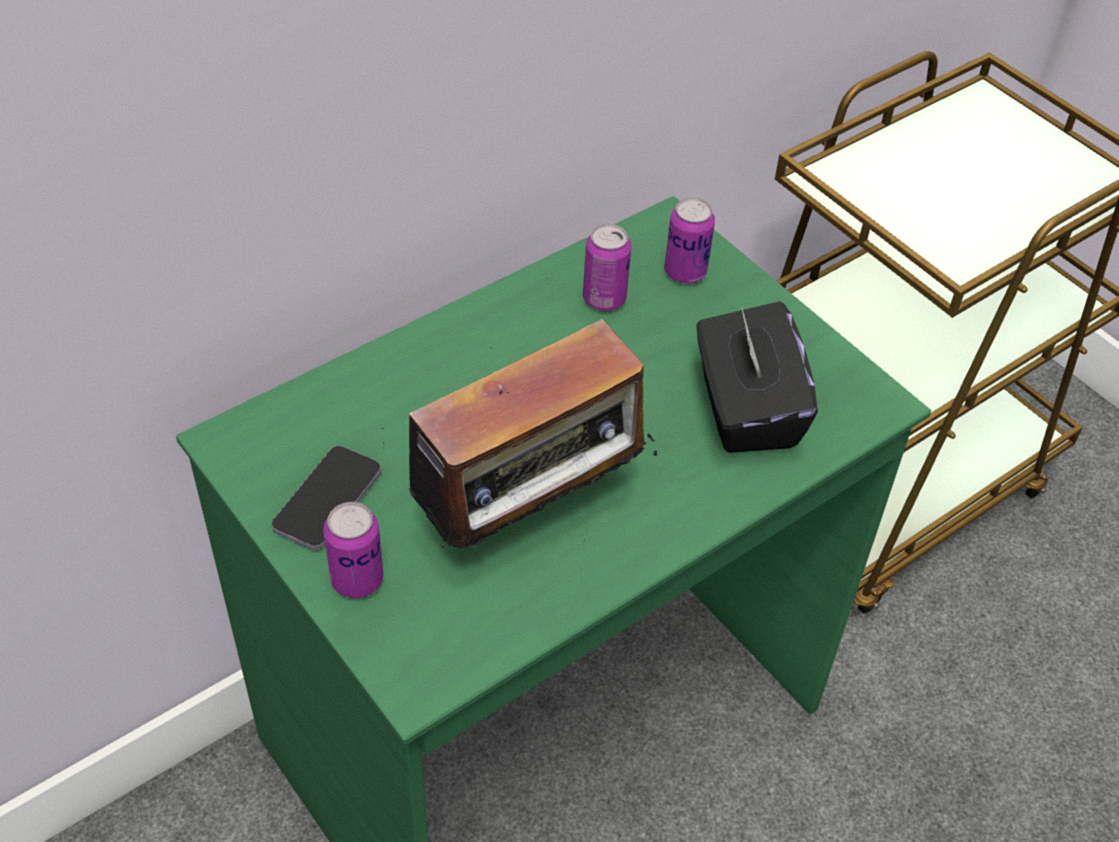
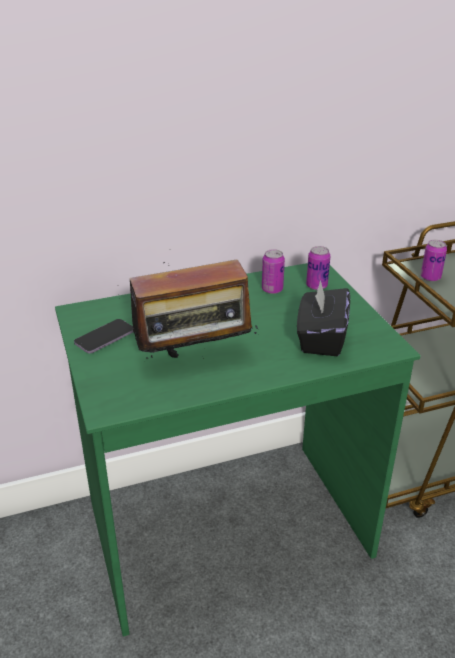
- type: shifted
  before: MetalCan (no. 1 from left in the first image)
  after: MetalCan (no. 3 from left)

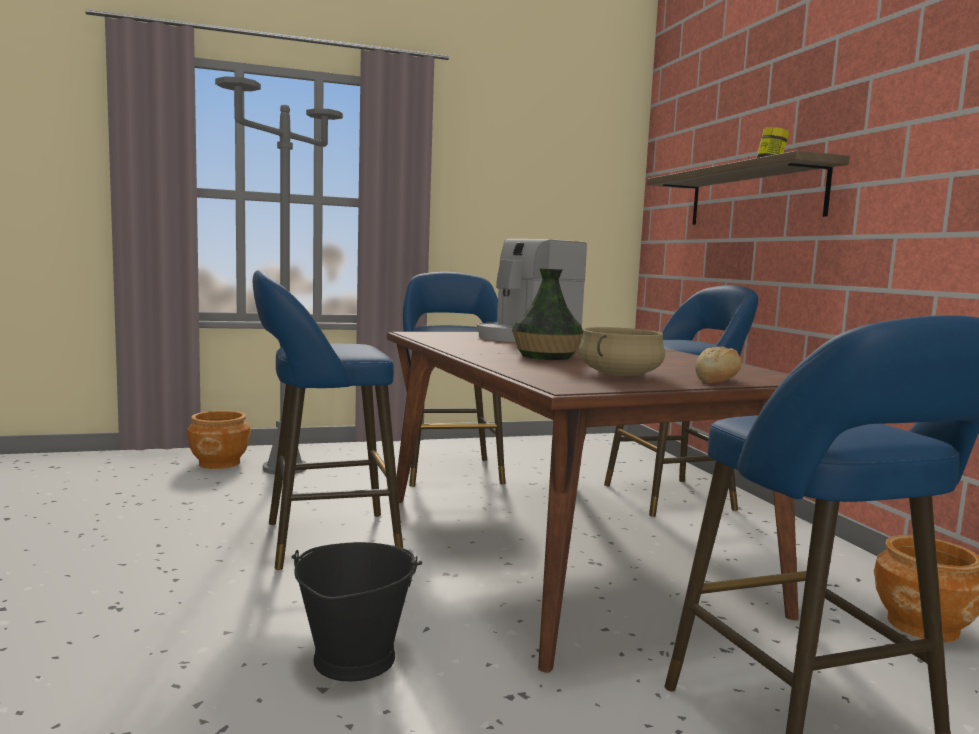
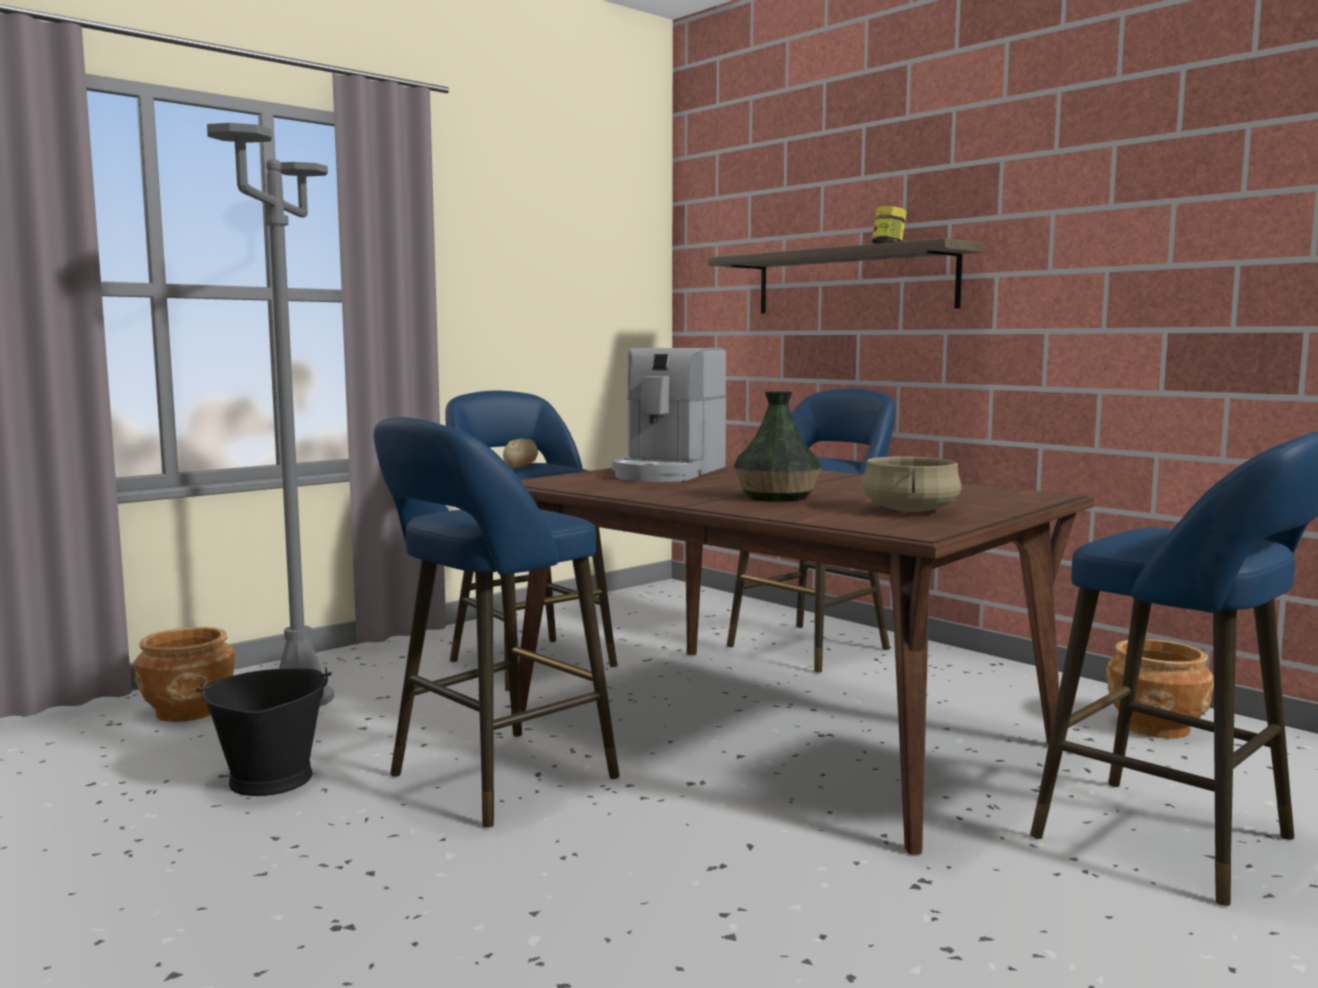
- type: shifted
  before: BlackBucket
- type: shifted
  before: BakeryBread

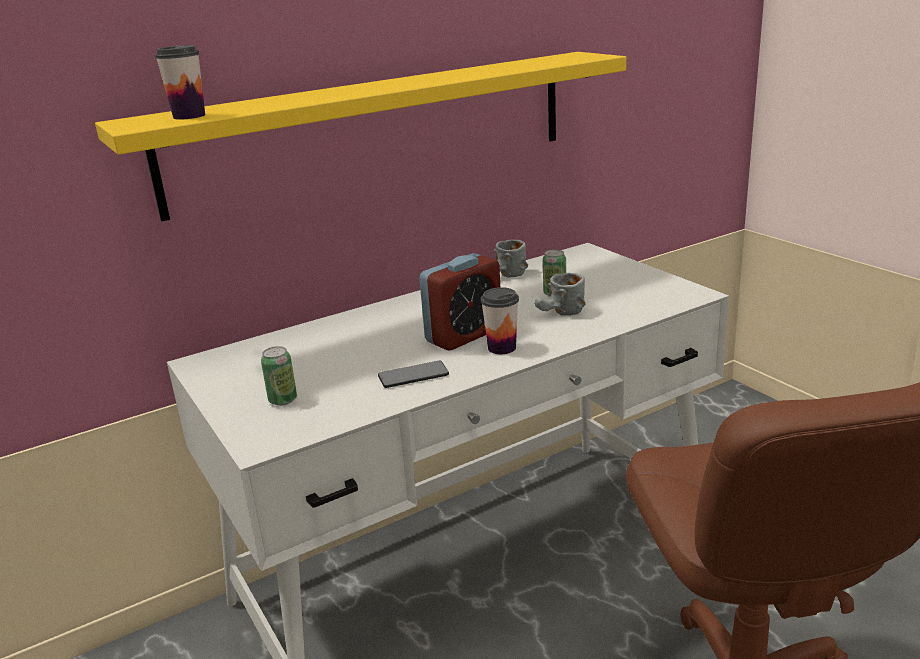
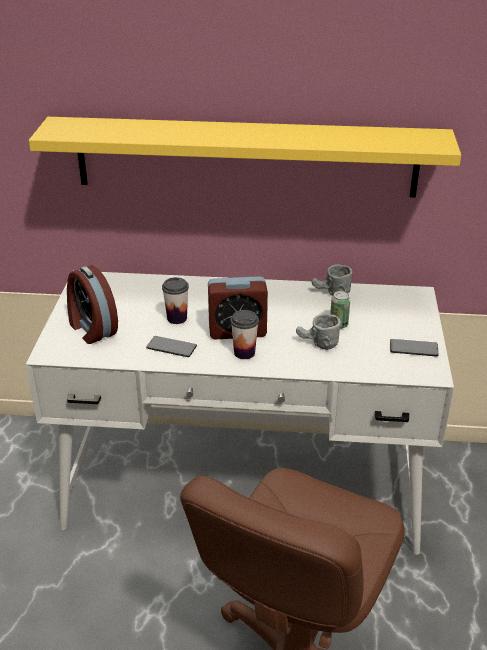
- type: swapped
  before: MetalCan (no. 1 from left)
  after: AlarmClock (no. 1 from left)
- type: shifted
  before: DrinkingCup (no. 1 from left)
- type: new
  after: Handset (no. 2 from left)

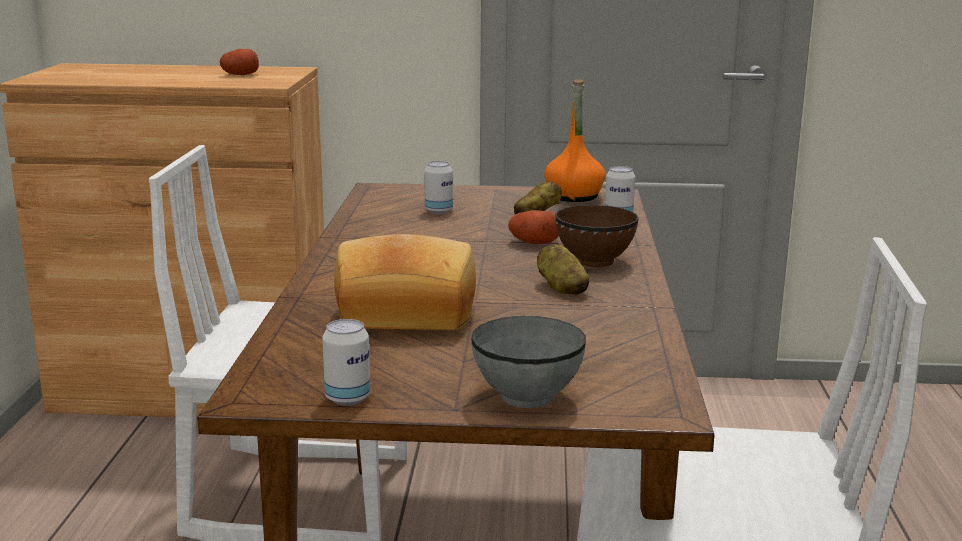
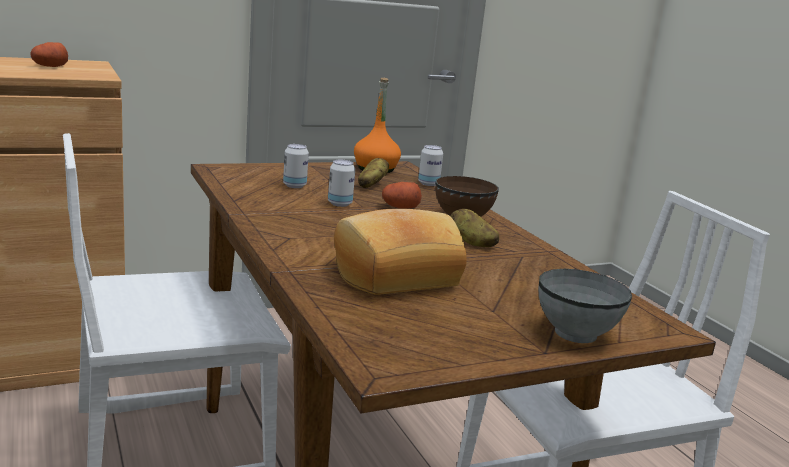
- type: shifted
  before: MetalCan (no. 1 from left in the first image)
  after: MetalCan (no. 2 from left)

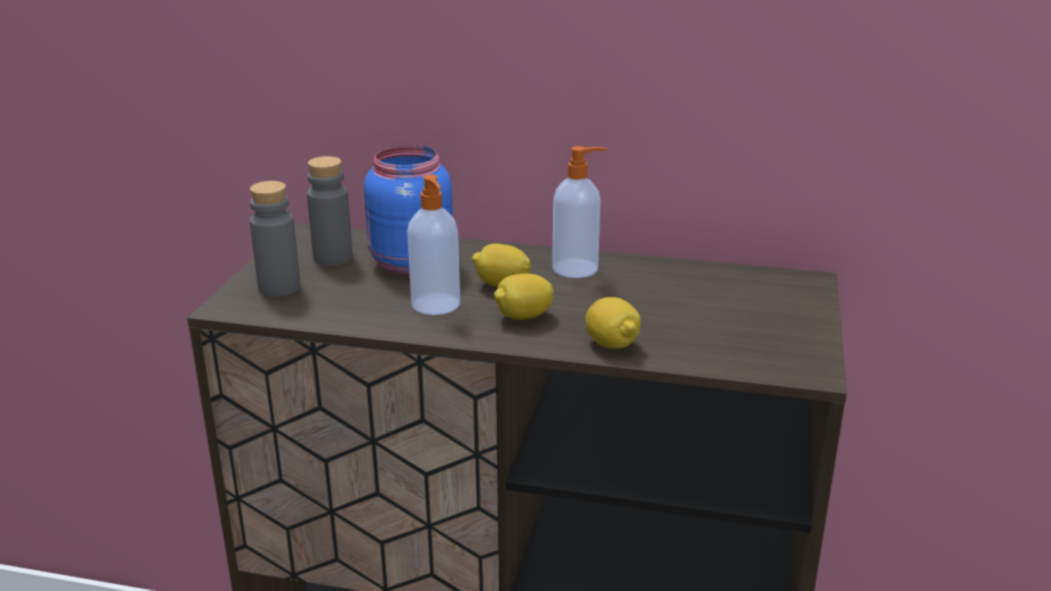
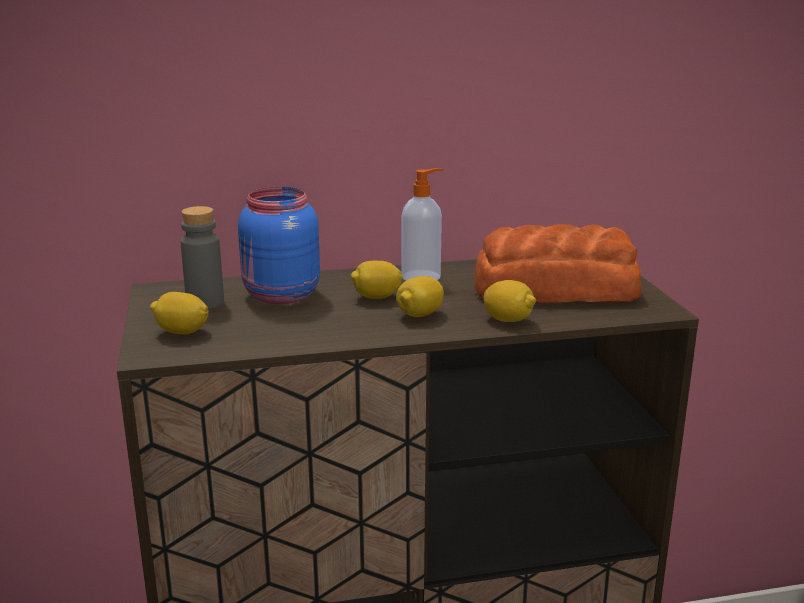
- type: swapped
  before: GreyBeverageBottle (no. 1 from left)
  after: CitrusFruit (no. 1 from left)
- type: new
  after: BakeryBread
- type: gone
  before: SoapDispenser (no. 1 from left)

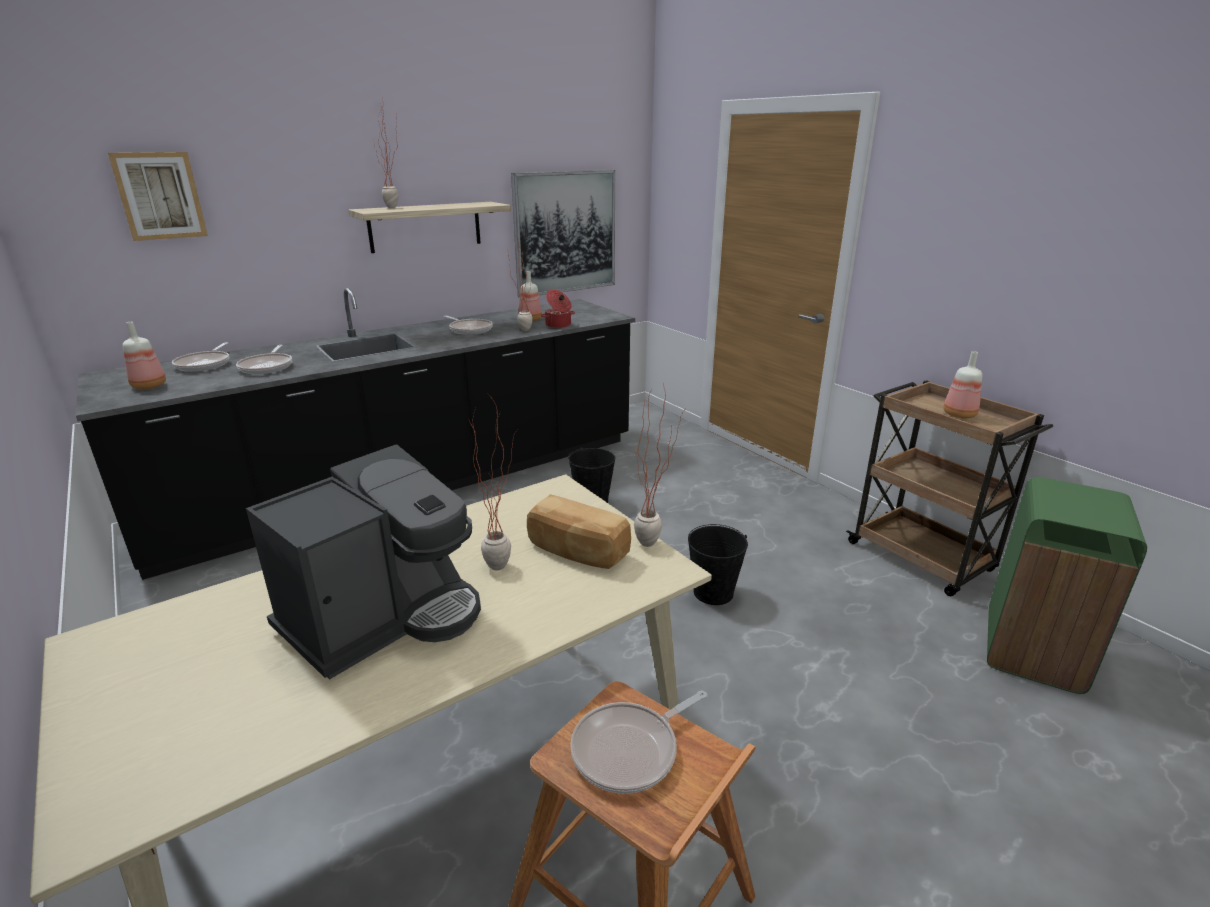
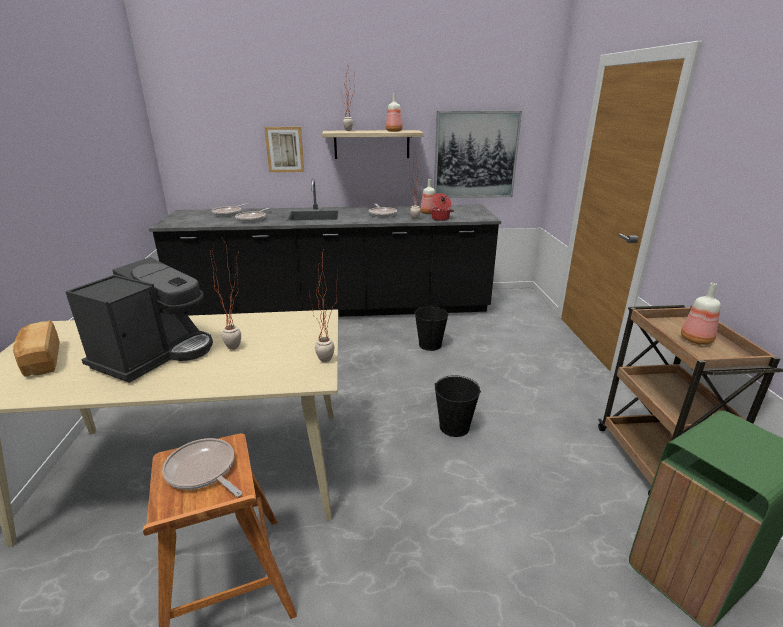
- type: shifted
  before: BakeryBread
- type: rotated
  before: CoffeeMachine
  turn: -45
- type: rotated
  before: Pan (no. 4 from left in the first image)
  turn: 45
- type: shifted
  before: WallPicture (no. 1 from left)
- type: shifted
  before: BeverageBottle (no. 1 from left)

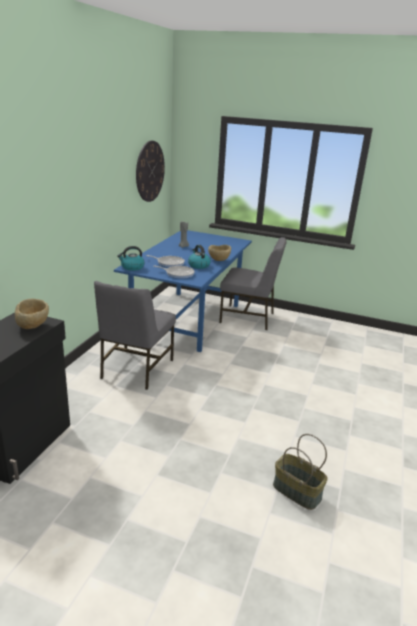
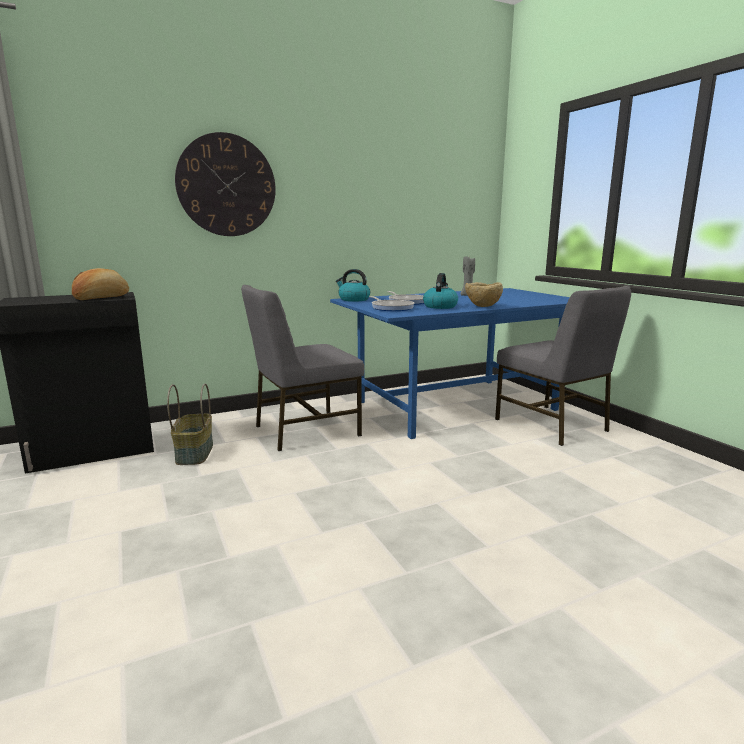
- type: swapped
  before: BeigeColouredServingBowl (no. 1 from left)
  after: BakeryBread
- type: shifted
  before: StorageBasket
- type: shifted
  before: HangingClock

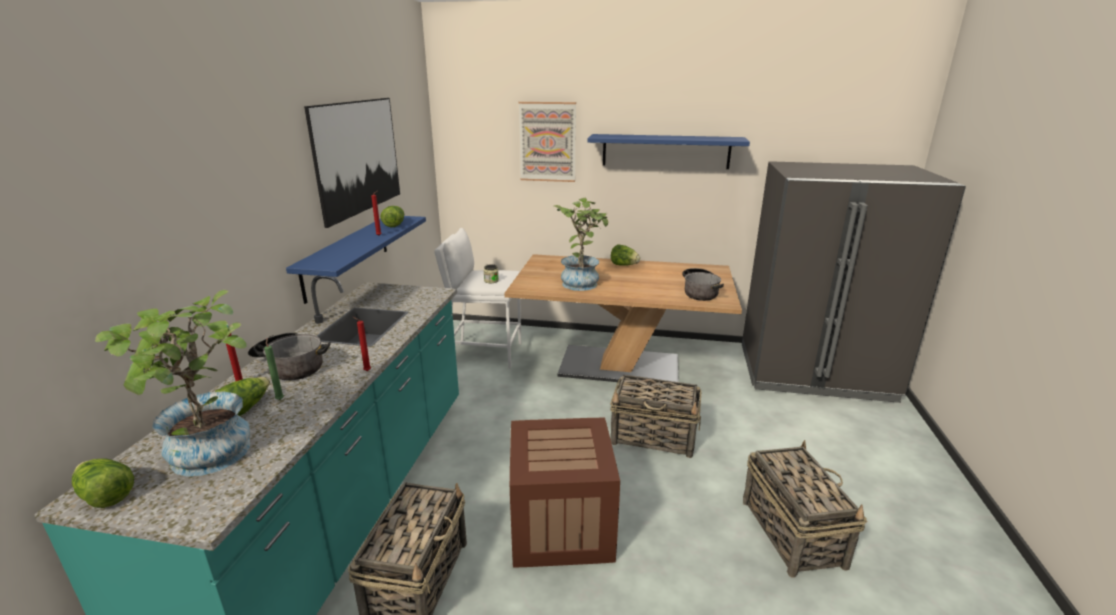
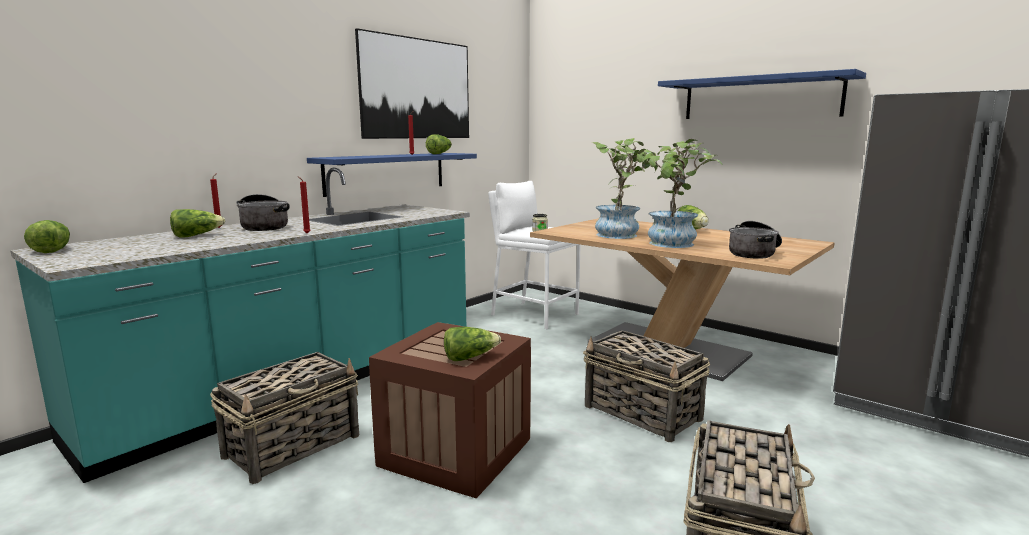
- type: new
  after: LettuceHead (no. 4 from left)
- type: shifted
  before: Houseplant (no. 1 from left in the first image)
  after: Houseplant (no. 2 from left)
- type: gone
  before: GreenWaxLight
- type: gone
  before: WallPicture (no. 2 from left)

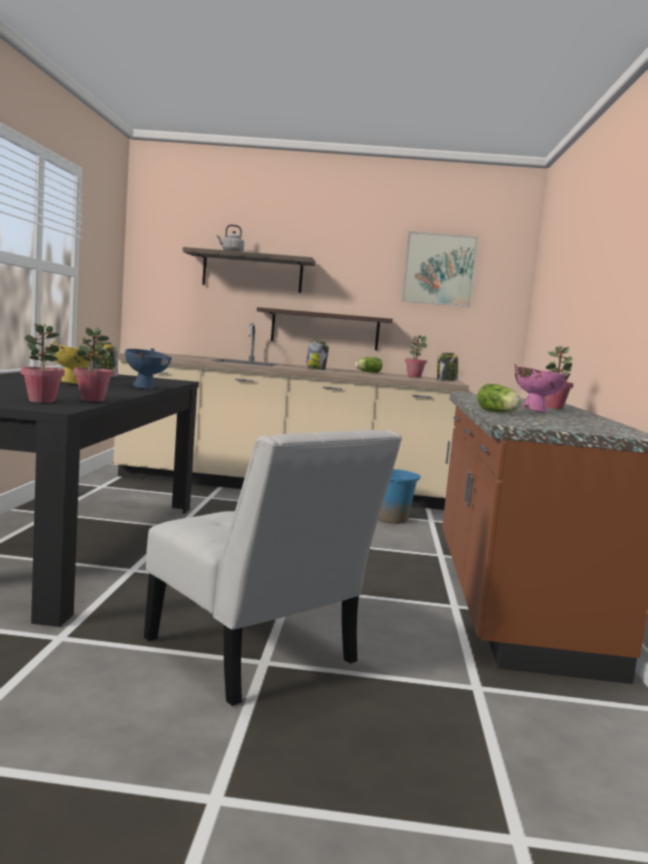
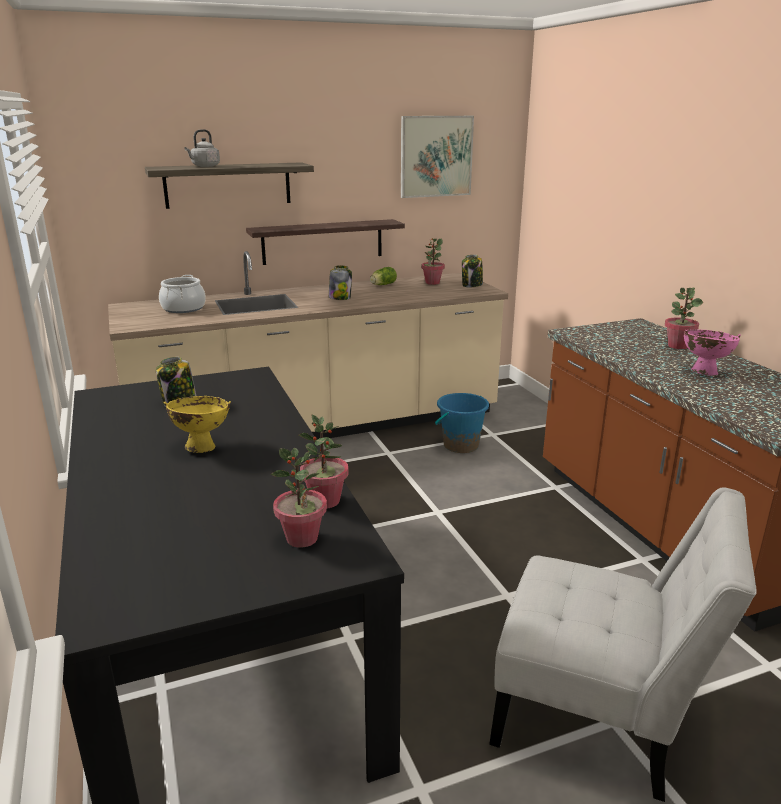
- type: new
  after: Saucepot
- type: gone
  before: BlueServingBowl
- type: gone
  before: LettuceHead (no. 2 from left)

